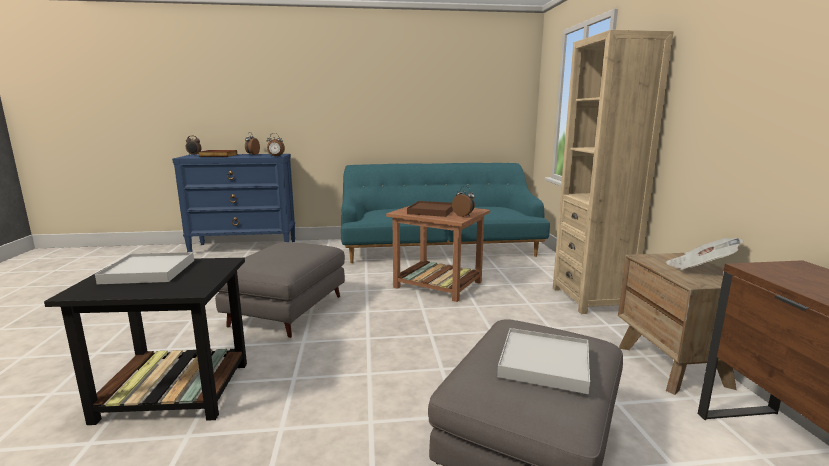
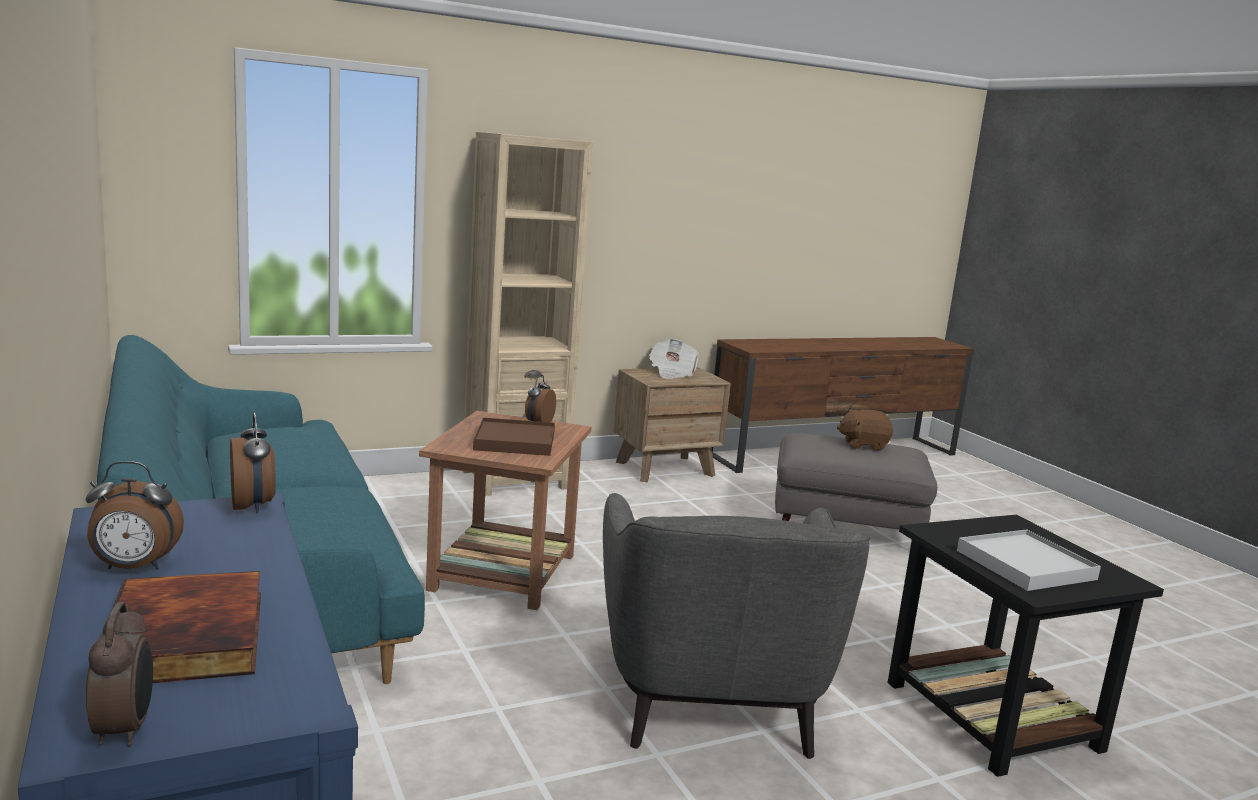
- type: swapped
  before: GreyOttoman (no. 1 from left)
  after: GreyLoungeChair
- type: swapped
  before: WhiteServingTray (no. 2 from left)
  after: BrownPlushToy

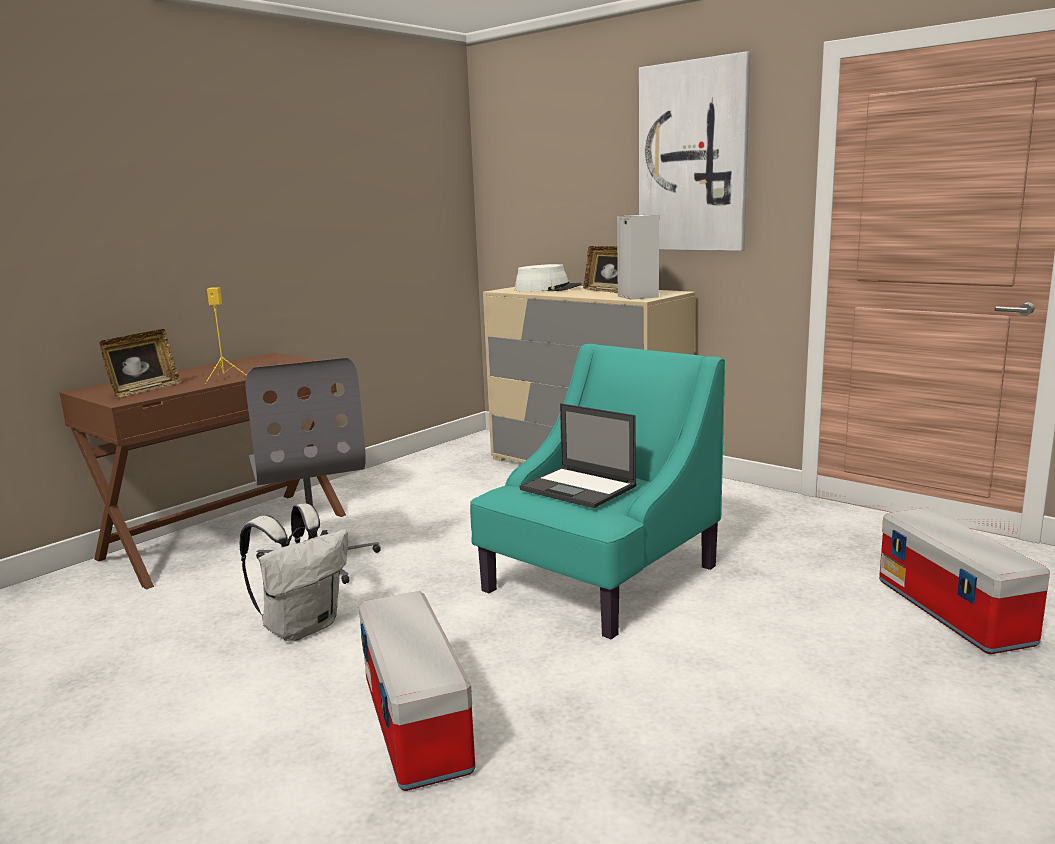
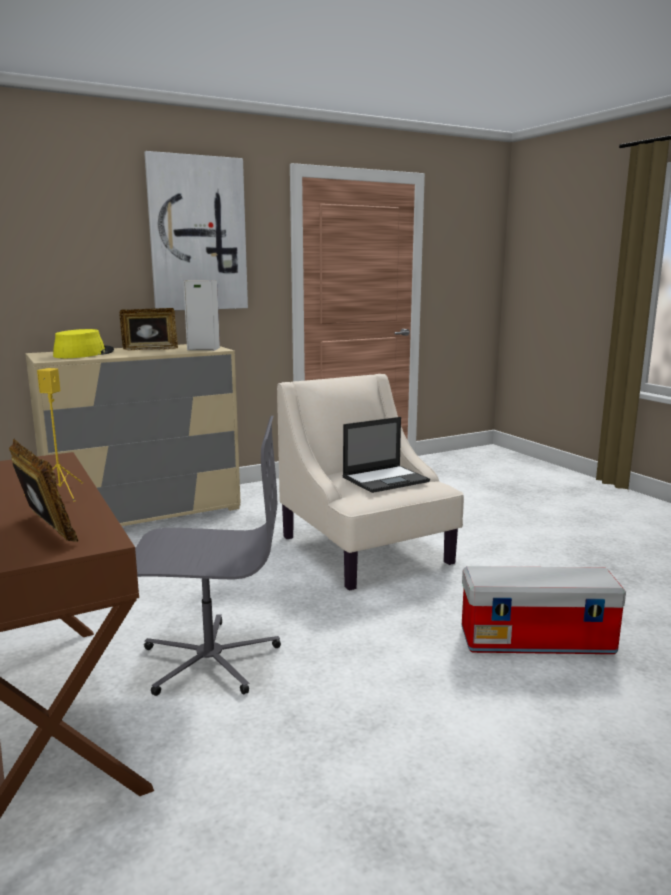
- type: repainted
  before: WhiteHat
  after: YellowColouredHat
- type: repainted
  before: TurquoiseColouredLoungeChair
  after: BeigeColouredLoungeChair
- type: gone
  before: WhiteRucksack
- type: gone
  before: StorageBin (no. 2 from left)

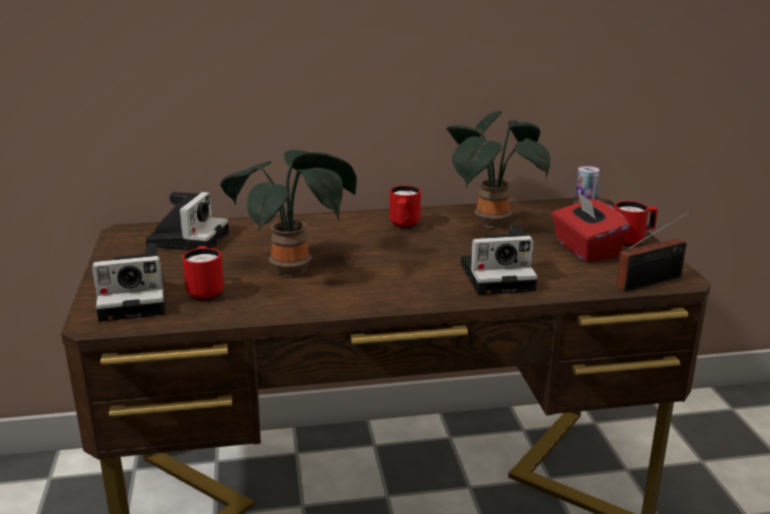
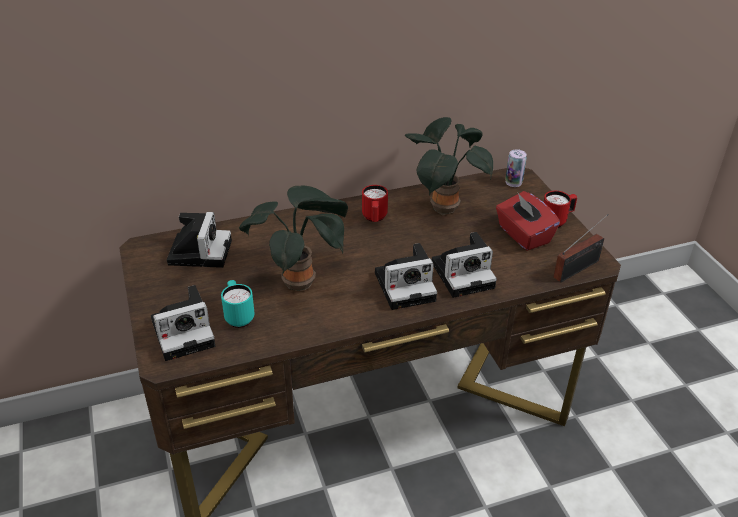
- type: repainted
  before: ReddishTeaMug (no. 1 from left)
  after: TurquoiseColouredTeaMug
- type: new
  after: PhotoCamera (no. 3 from left)

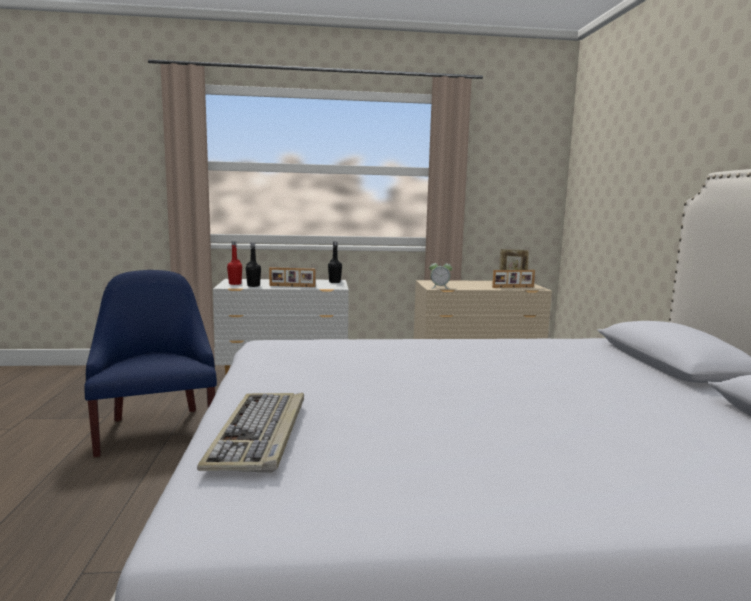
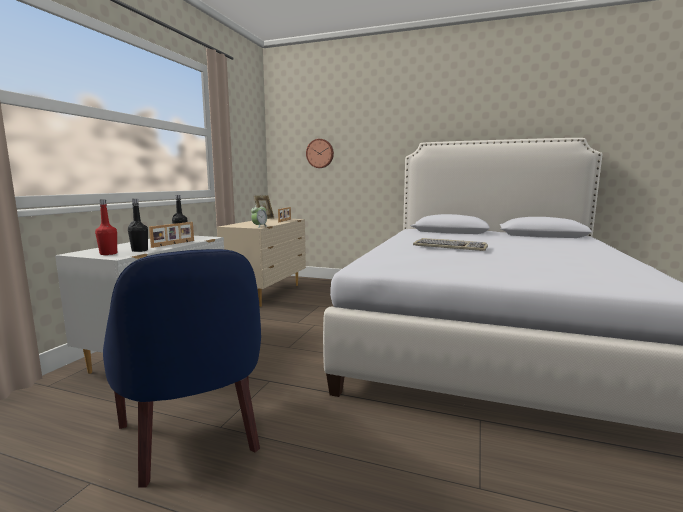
- type: rotated
  before: BlueLoungeChair
  turn: -120
- type: new
  after: HangingClock
- type: shifted
  before: ComputerKeyboard

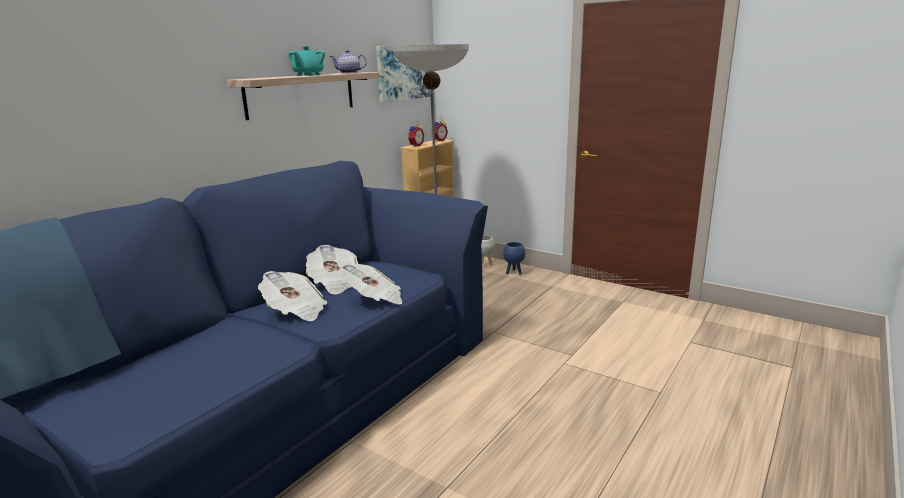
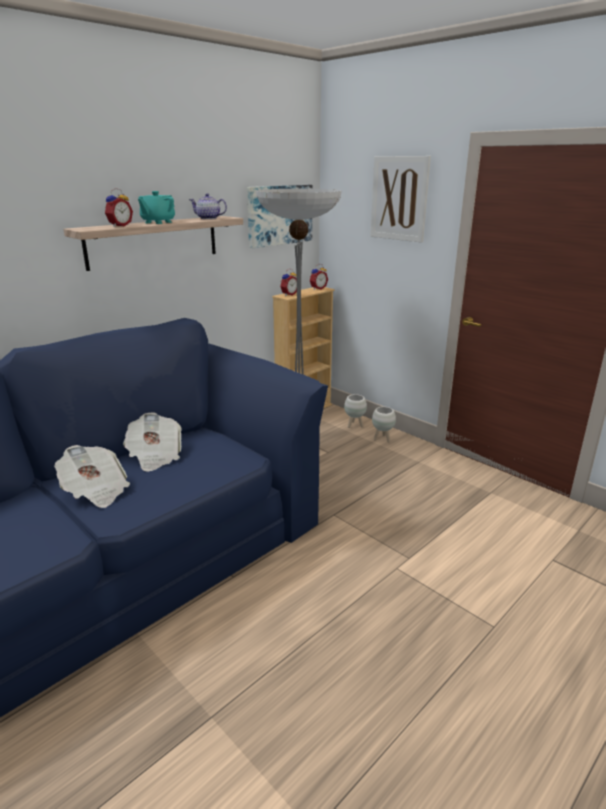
- type: new
  after: AlarmClock (no. 1 from left)
- type: new
  after: WallPicture (no. 2 from left)
- type: repainted
  before: BluePlanter
  after: WhitePlanter (no. 2 from left)
- type: gone
  before: Newspaper (no. 3 from left)

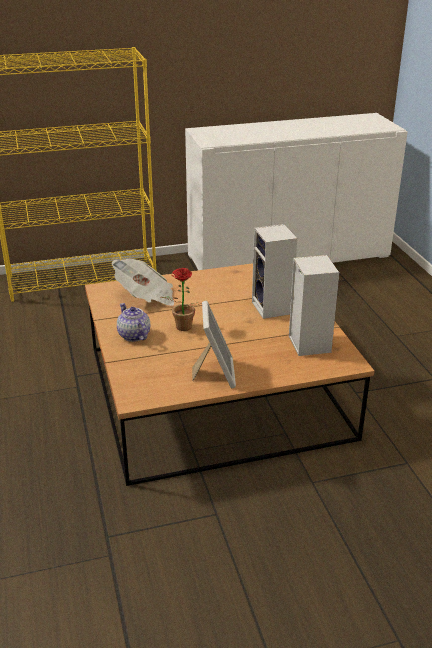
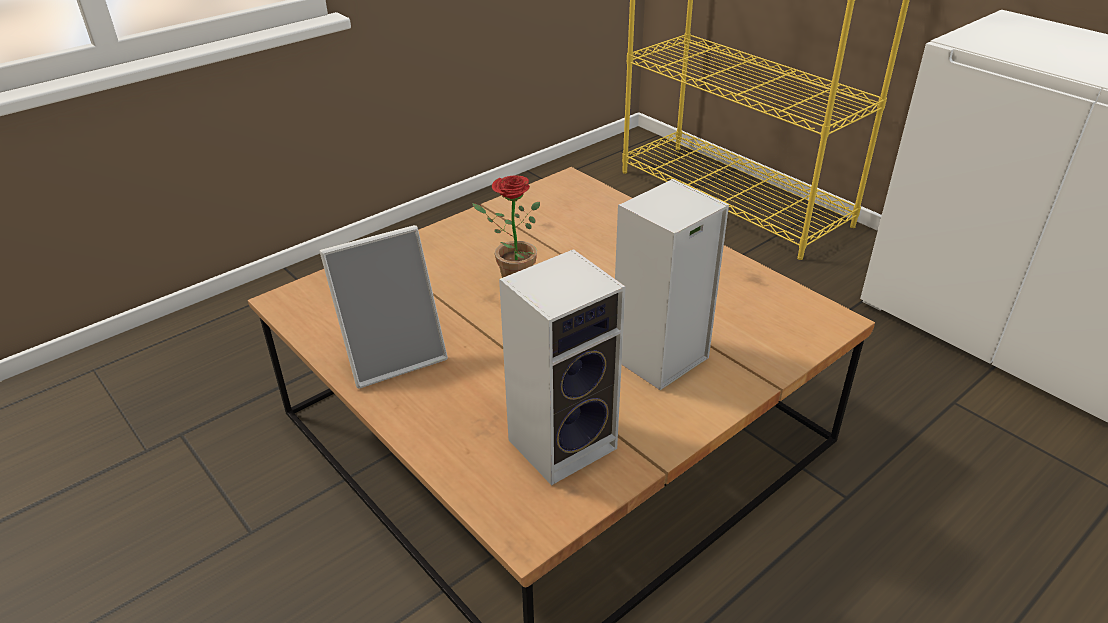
- type: gone
  before: Newspaper
- type: gone
  before: PotForTea

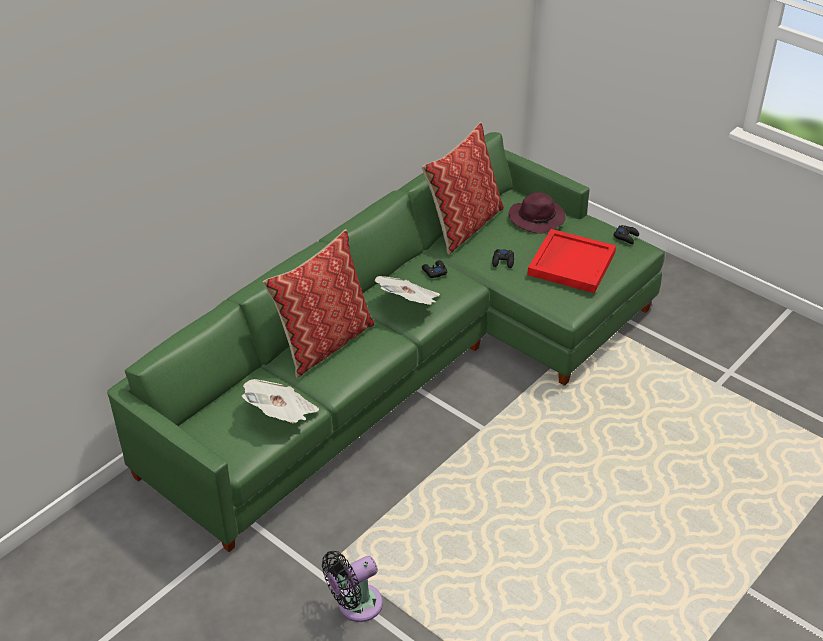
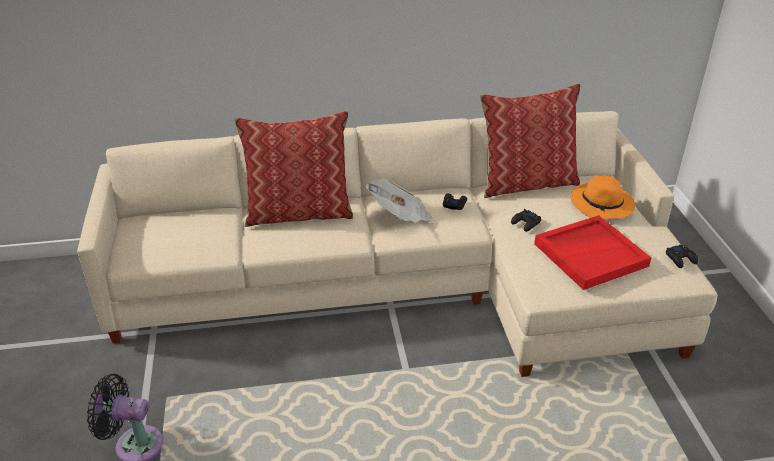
- type: repainted
  before: GreenSettee
  after: BeigeColouredSettee
- type: repainted
  before: PurpleHat
  after: OrangeHat
- type: gone
  before: Newspaper (no. 1 from left)

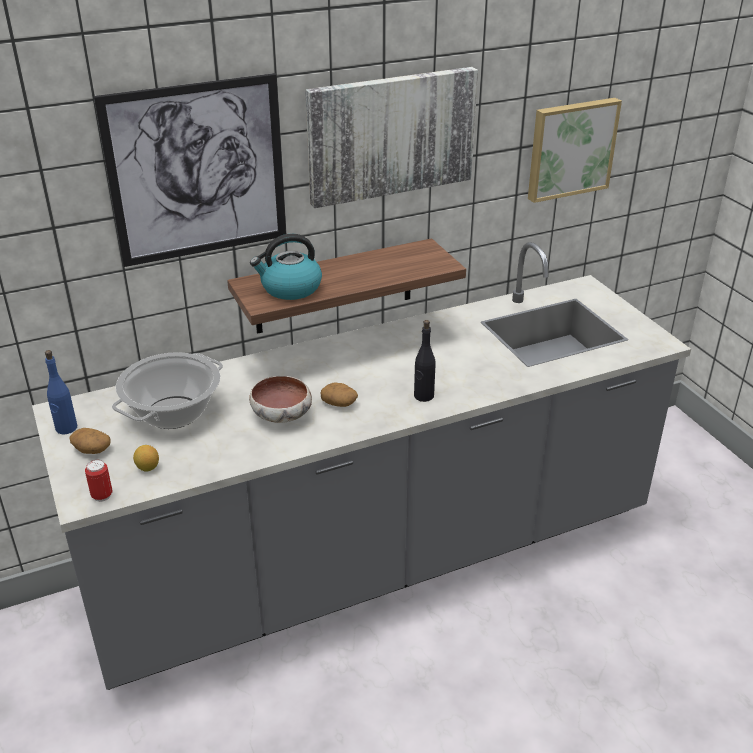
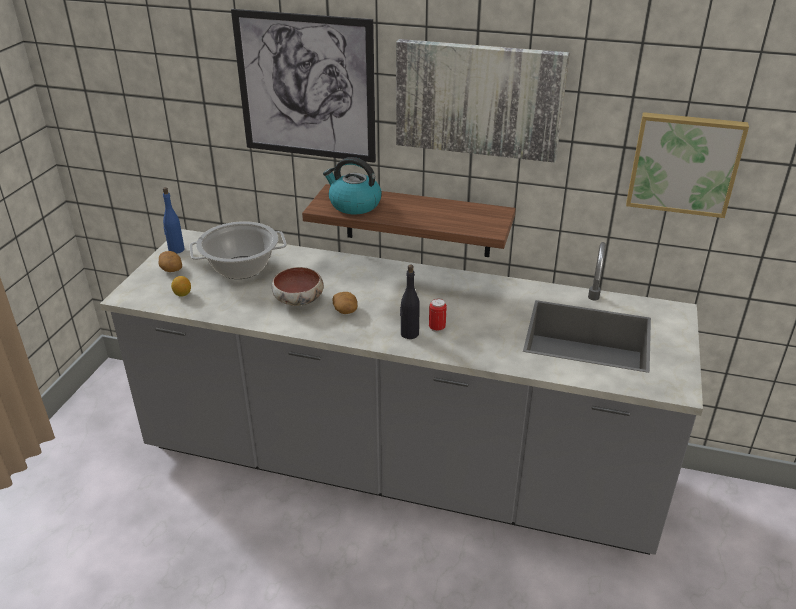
- type: shifted
  before: MetalCan

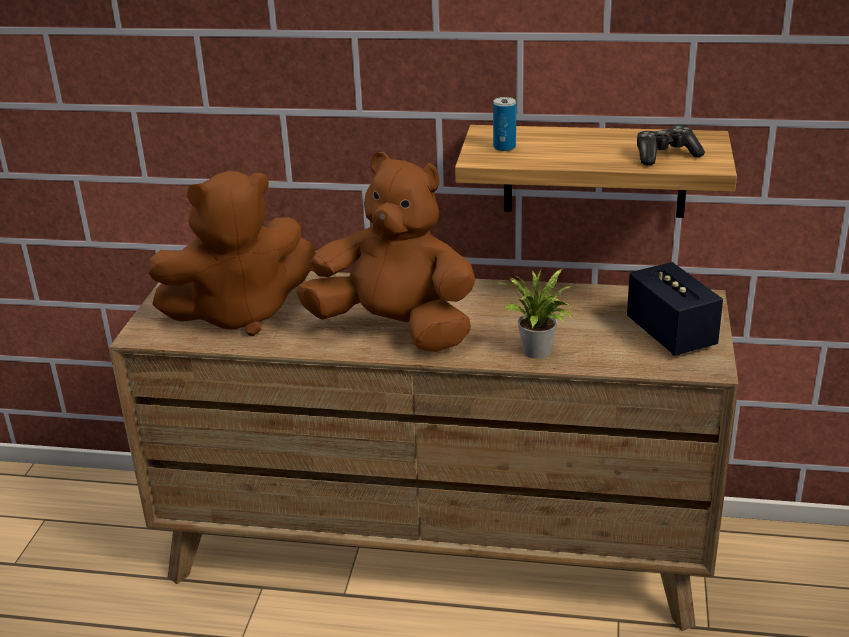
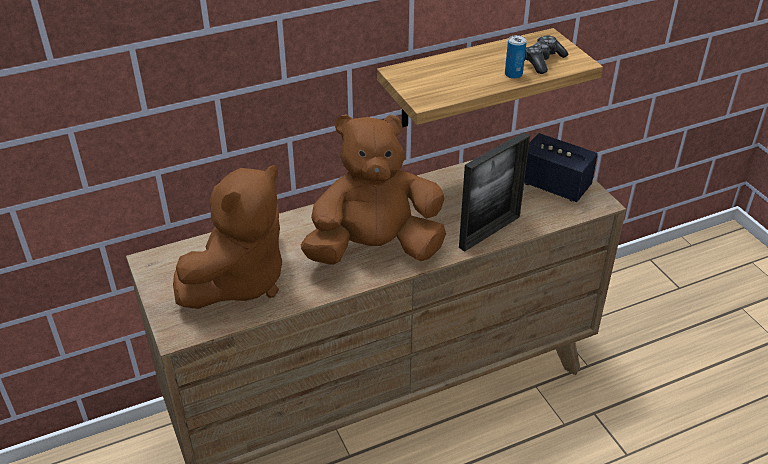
- type: swapped
  before: Houseplant
  after: StandingFrame
- type: shifted
  before: MetalCan

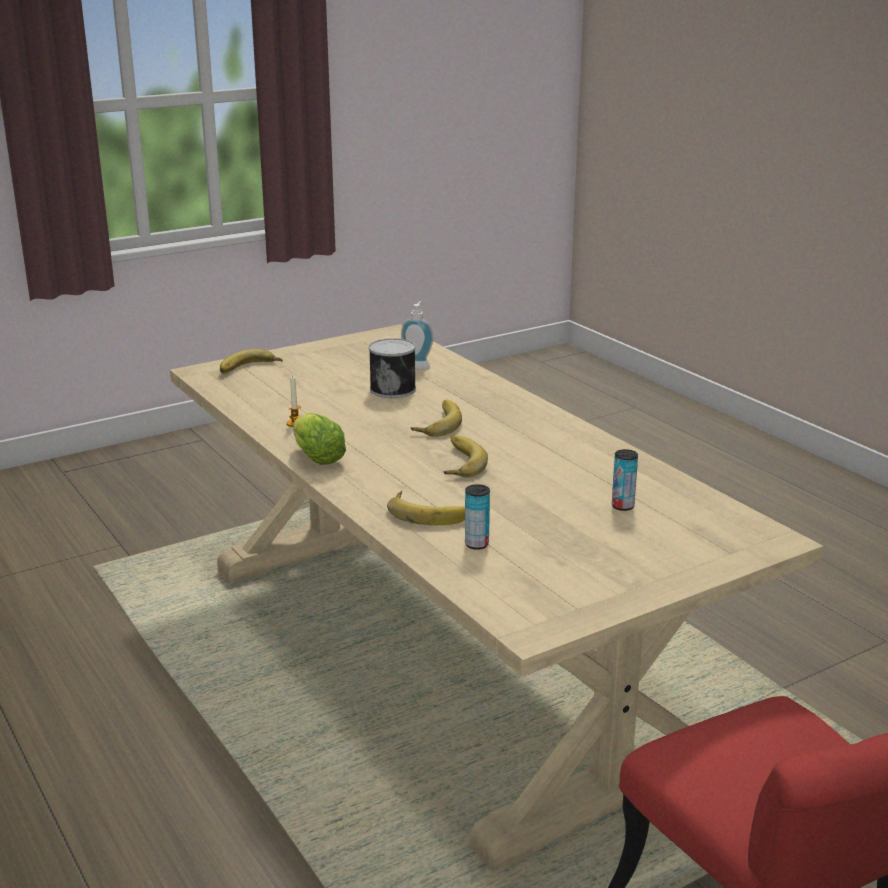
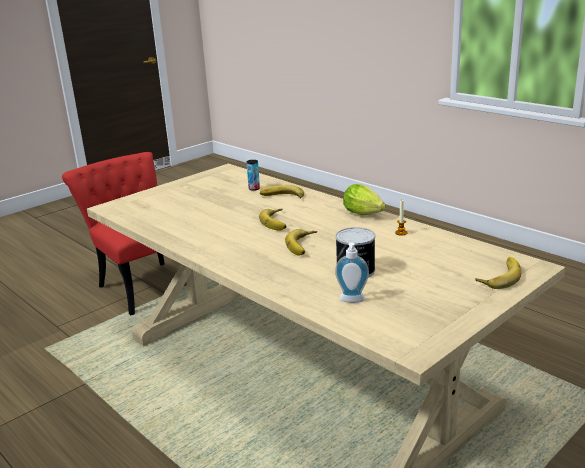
- type: gone
  before: MetalCan (no. 3 from left)

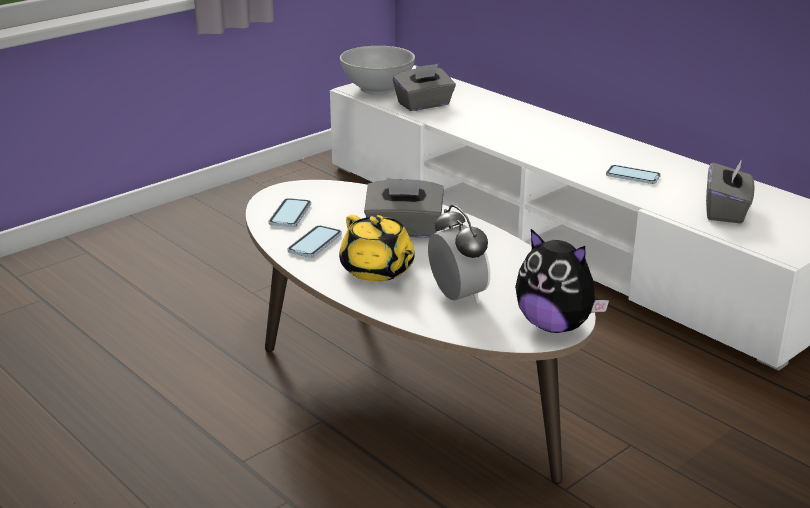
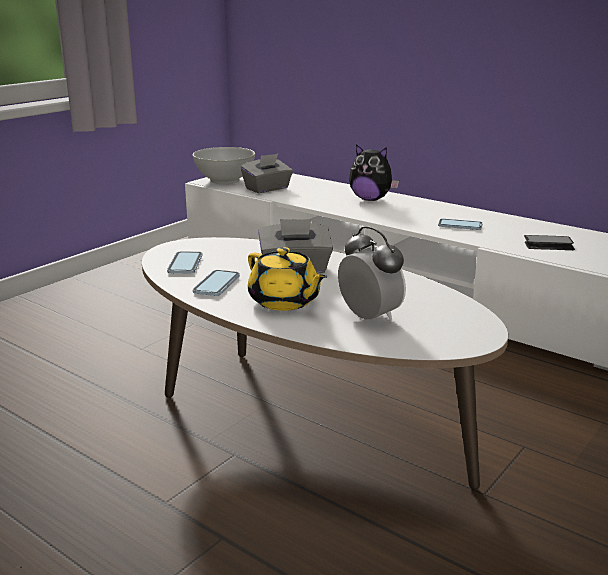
- type: shifted
  before: PlushToy
- type: swapped
  before: GreyTissueBox (no. 3 from left)
  after: Handset (no. 4 from left)

